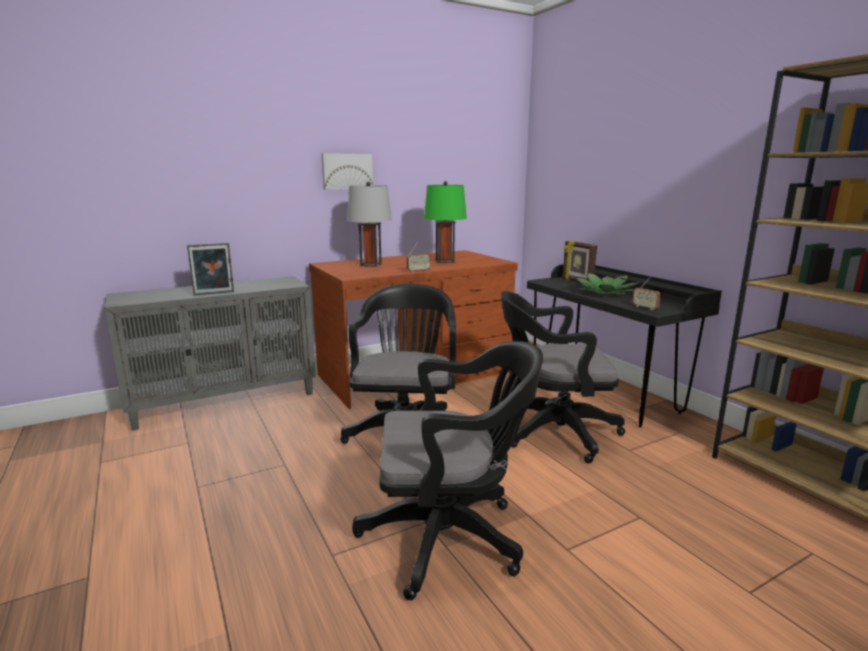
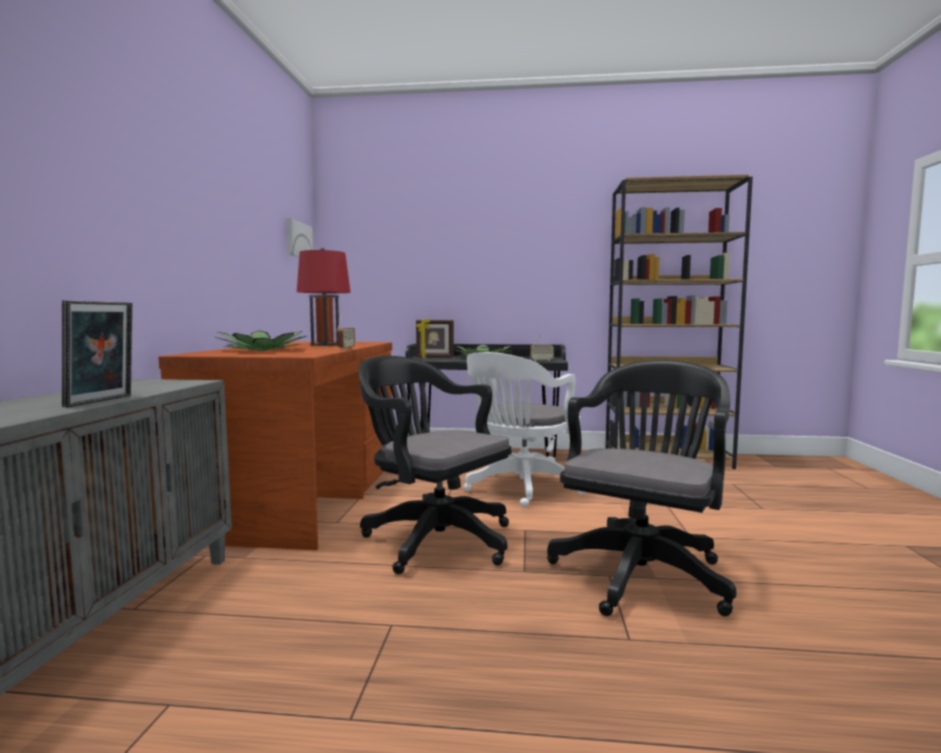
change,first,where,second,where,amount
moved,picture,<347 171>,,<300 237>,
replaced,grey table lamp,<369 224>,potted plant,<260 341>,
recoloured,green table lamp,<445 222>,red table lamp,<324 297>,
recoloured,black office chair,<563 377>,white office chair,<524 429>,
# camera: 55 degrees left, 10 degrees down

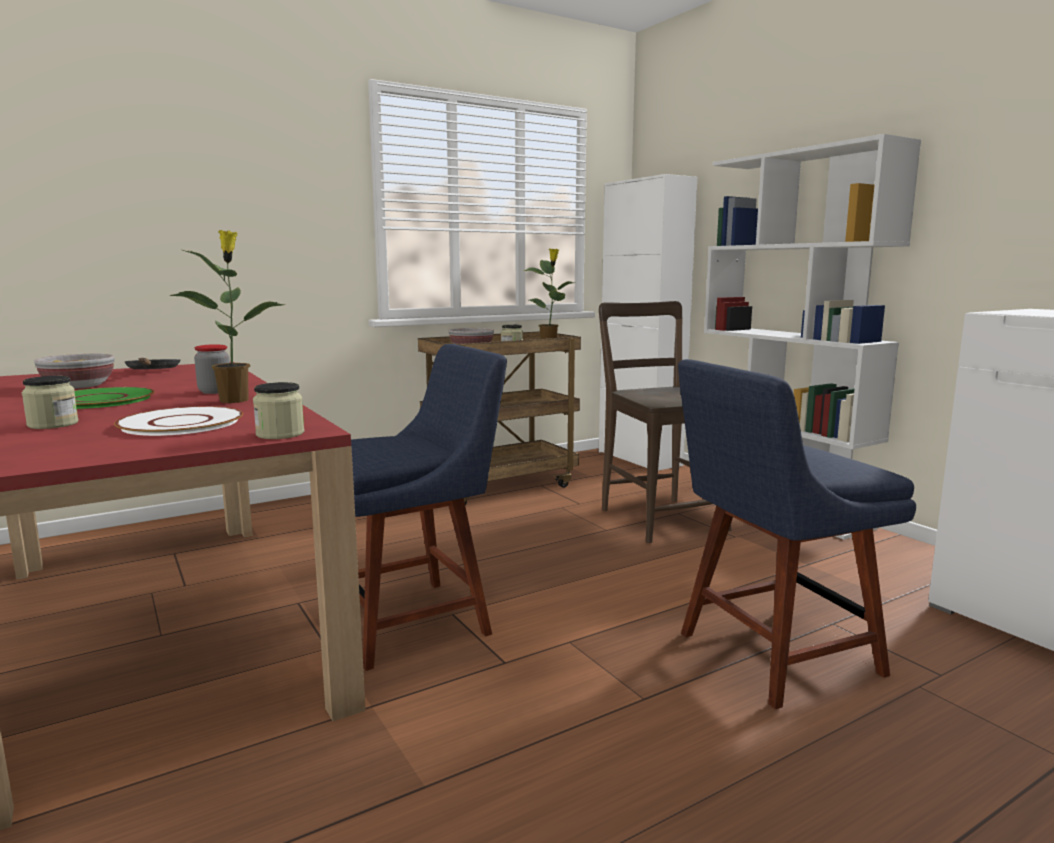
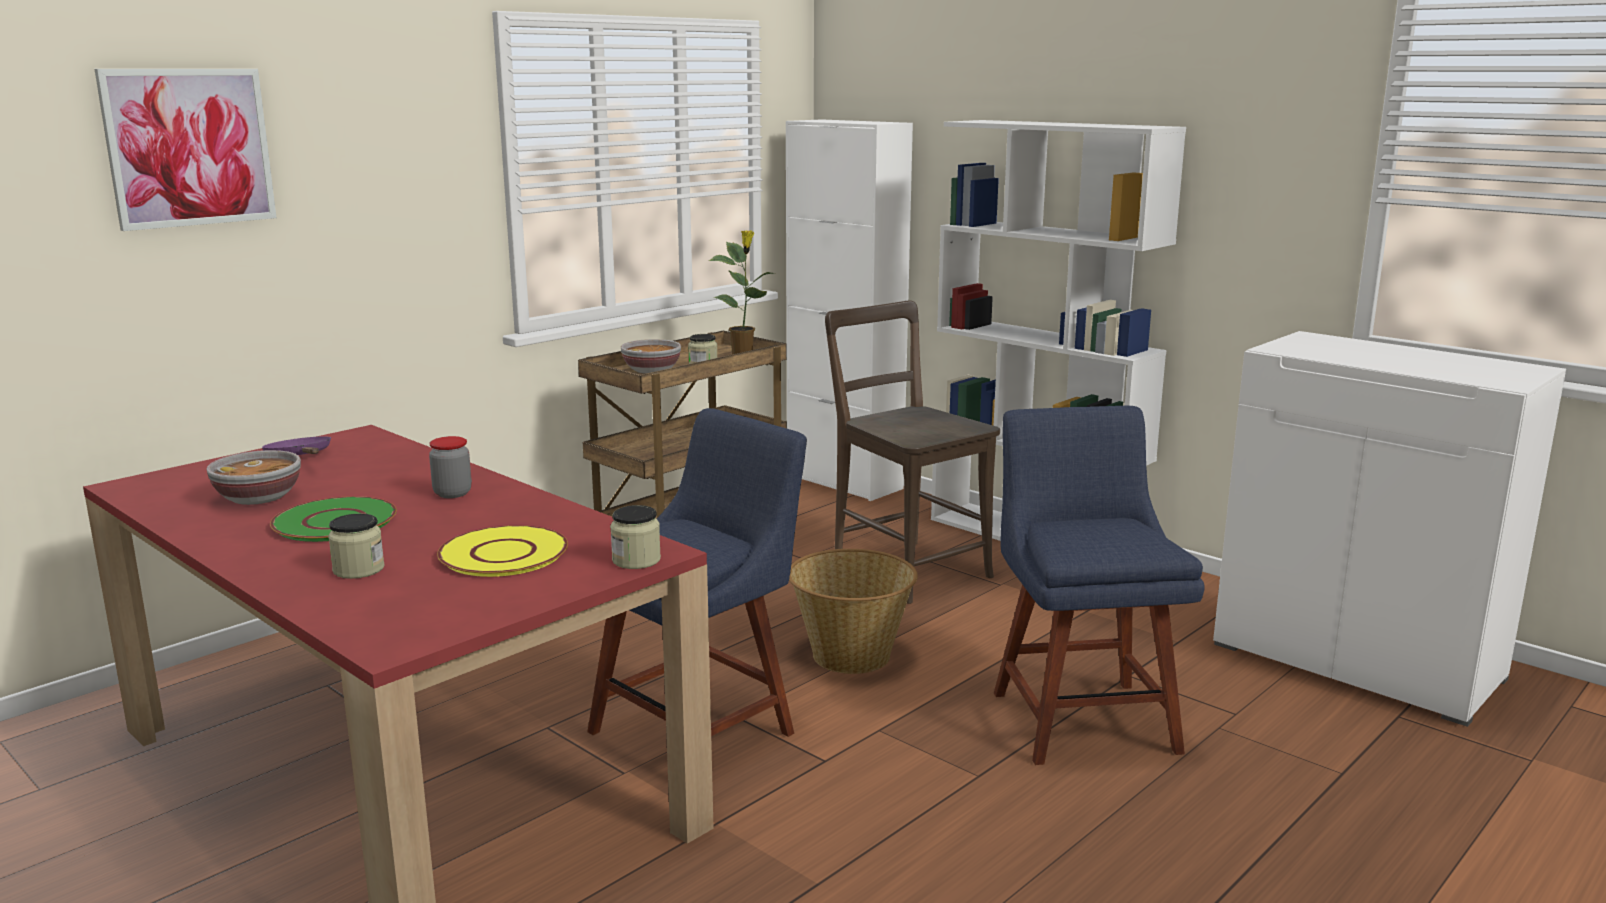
change,first,where,second,where,amount
removed,potted plant,<228 316>,,,
recoloured,black frying pan,<152 363>,purple frying pan,<296 445>,
turned,blue chair,<797 534>,,<1099 585>,120 degrees clockwise
recoloured,white plate,<178 421>,yellow plate,<502 551>,
added,,,picture,<186 150>,
added,,,basket,<853 611>,
# camera: 15 degrees left, 5 degrees up

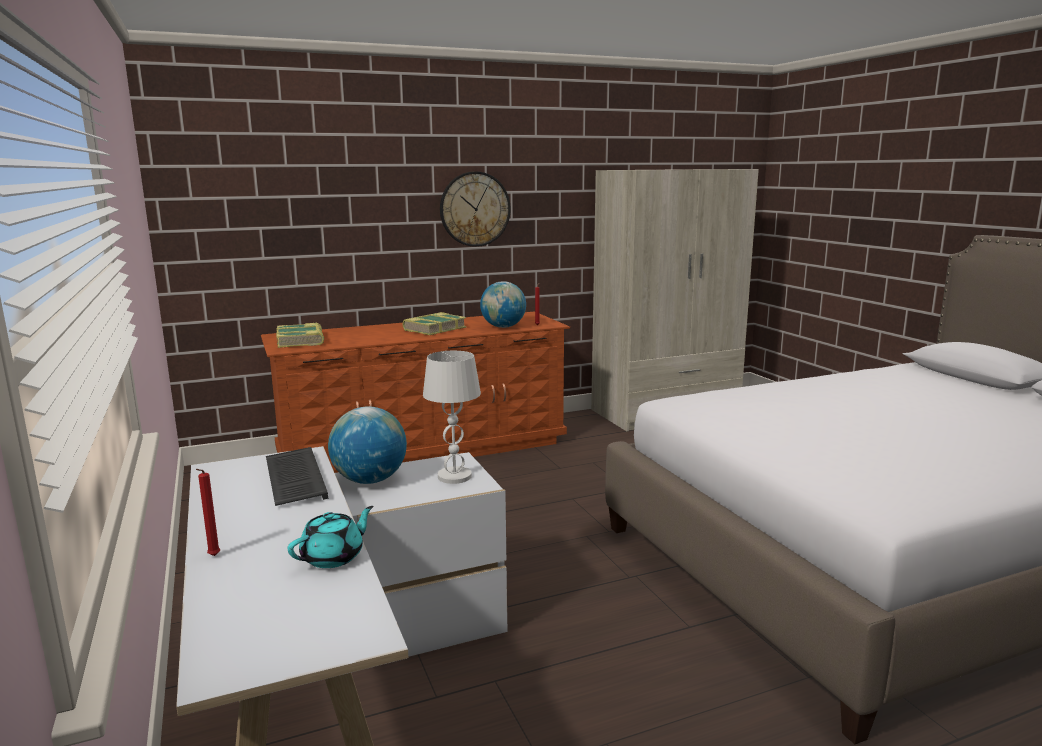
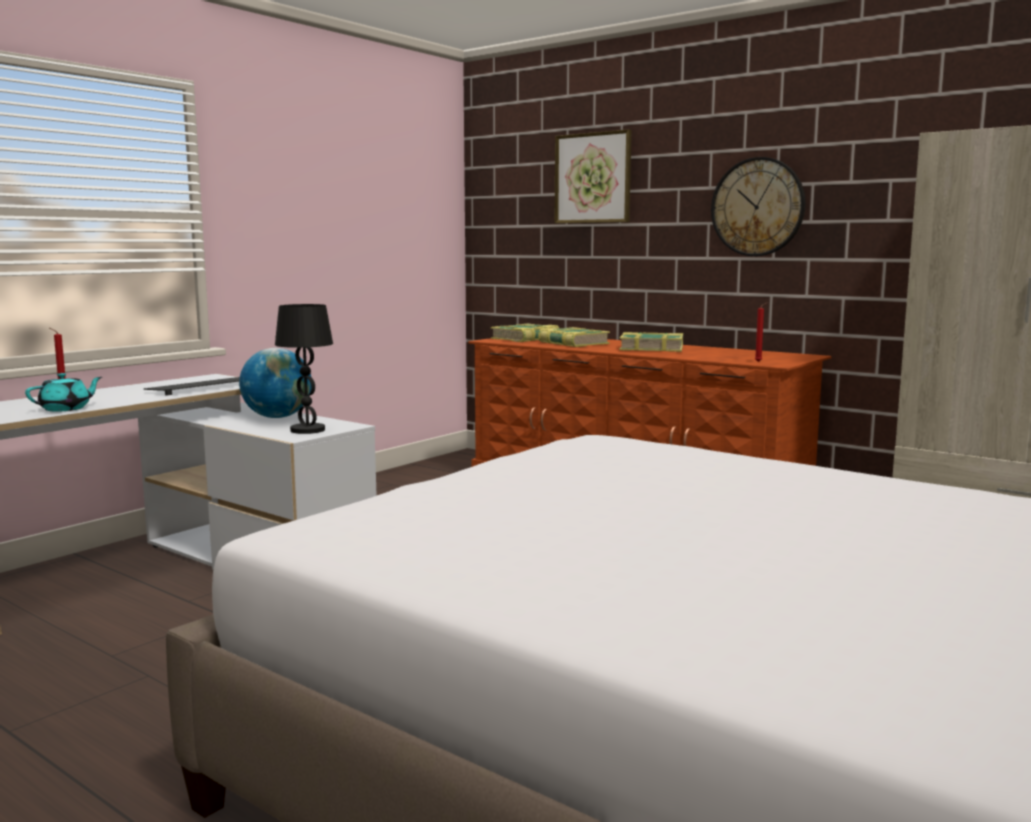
change,first,where,second,where,amount
removed,globe,<503 304>,,,
recoloured,white table lamp,<452 417>,black table lamp,<304 369>,
turned,turquoise teapot,<330 537>,,<63 392>,60 degrees counterclockwise
added,,,picture,<593 176>,
added,,,book,<574 337>,
# camera: 60 degrees right, 5 degrees down

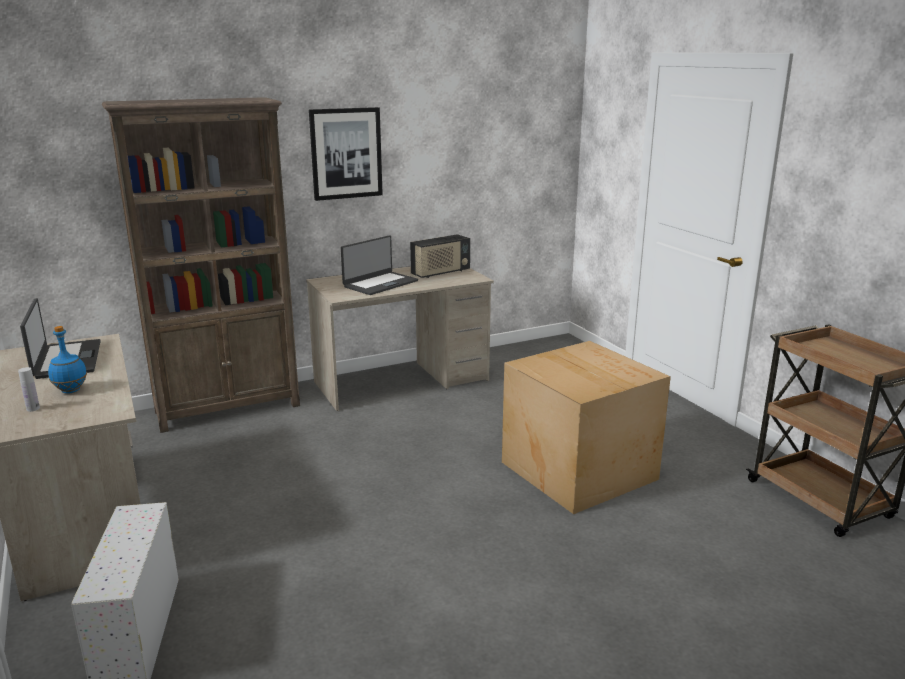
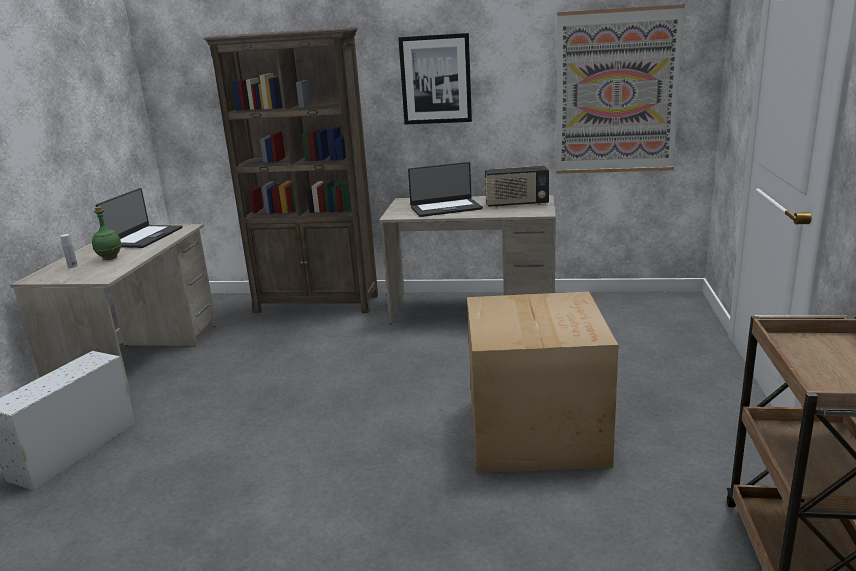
change,first,where,second,where,amount
recoloured,blue bottle,<67 360>,green bottle,<107 233>,
added,,,picture,<620 89>,
# camera: 35 degrees right, 0 degrees up

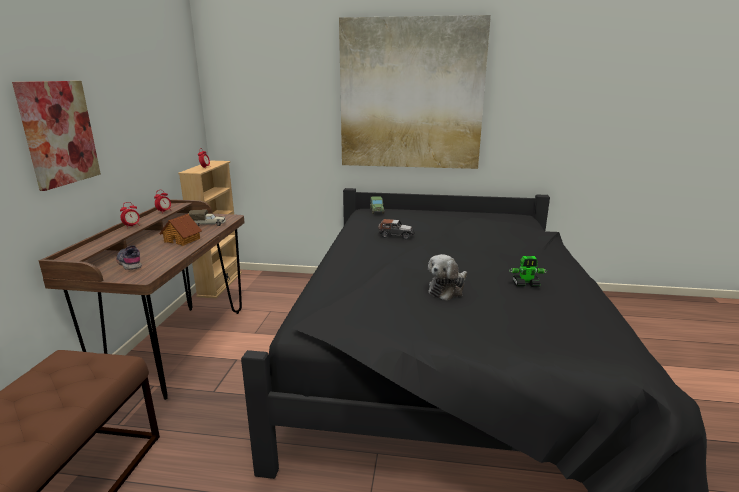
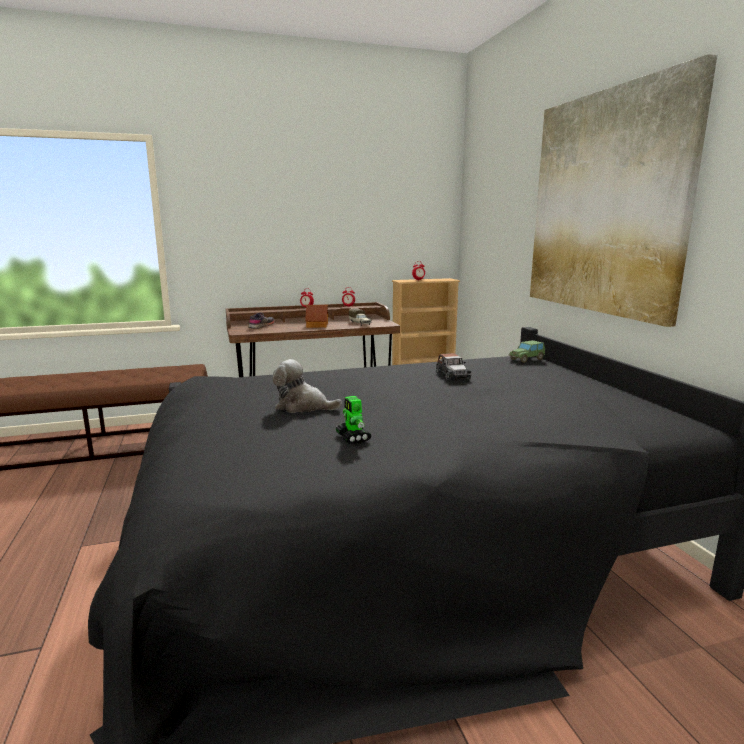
change,first,where,second,where,amount
removed,picture,<56 136>,,,
# camera: 65 degrees right, 5 degrees down

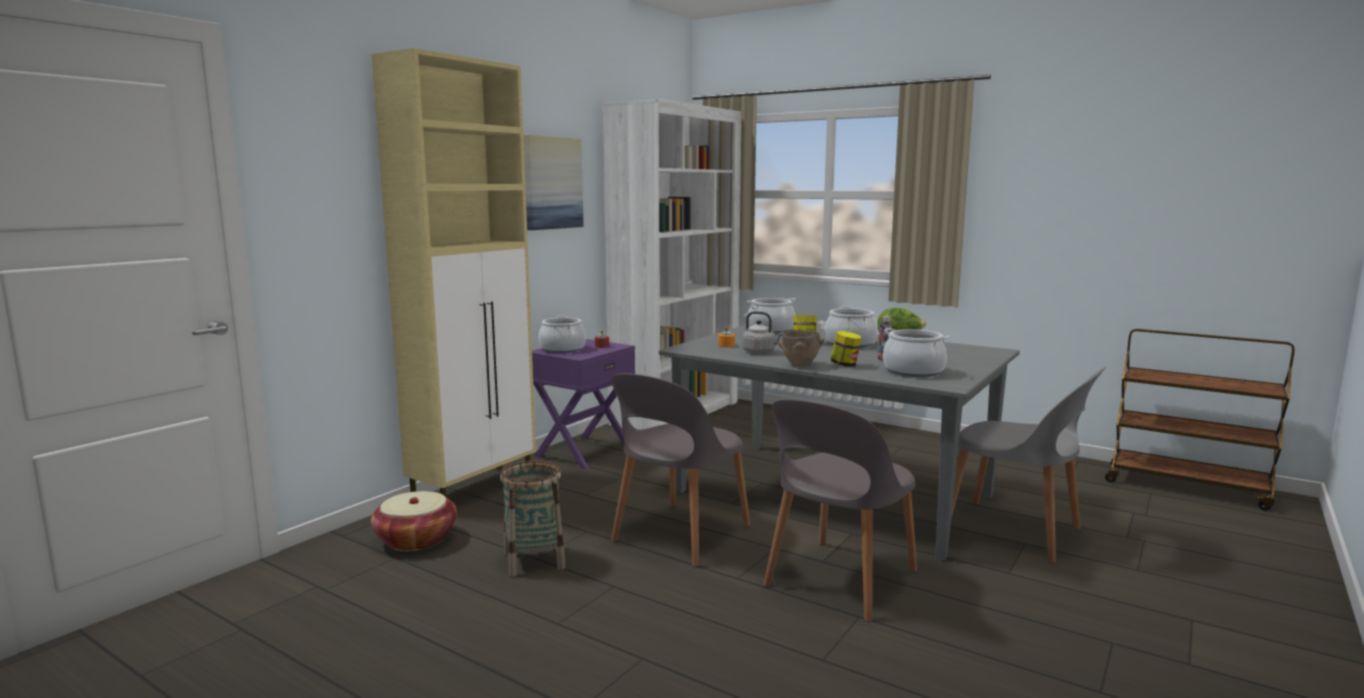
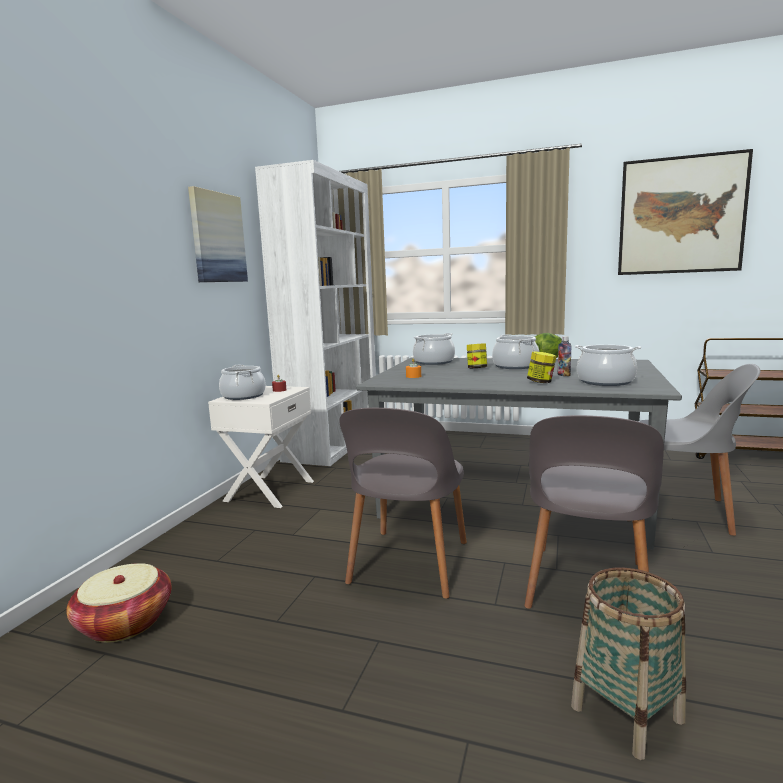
change,first,where,second,where,amount
removed,beige cabinet,<454 272>,,,
removed,grey kettle,<763 332>,,,
removed,brown bowl,<801 348>,,,
recoloured,purple nightstand,<583 404>,white nightstand,<261 447>,
moved,basket,<532 519>,,<628 664>,
added,,,picture,<685 212>,
# camera: 15 degrees left, 0 degrees up

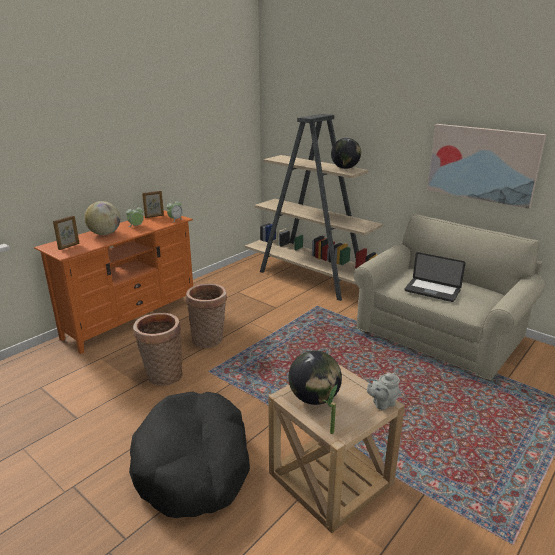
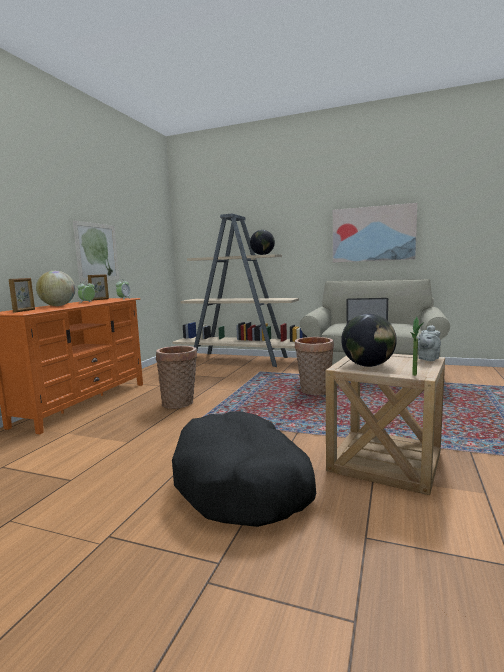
change,first,where,second,where,amount
moved,basket,<158 349>,,<314 366>,
added,,,picture,<96 251>,
# camera: 20 degrees left, 15 degrees down

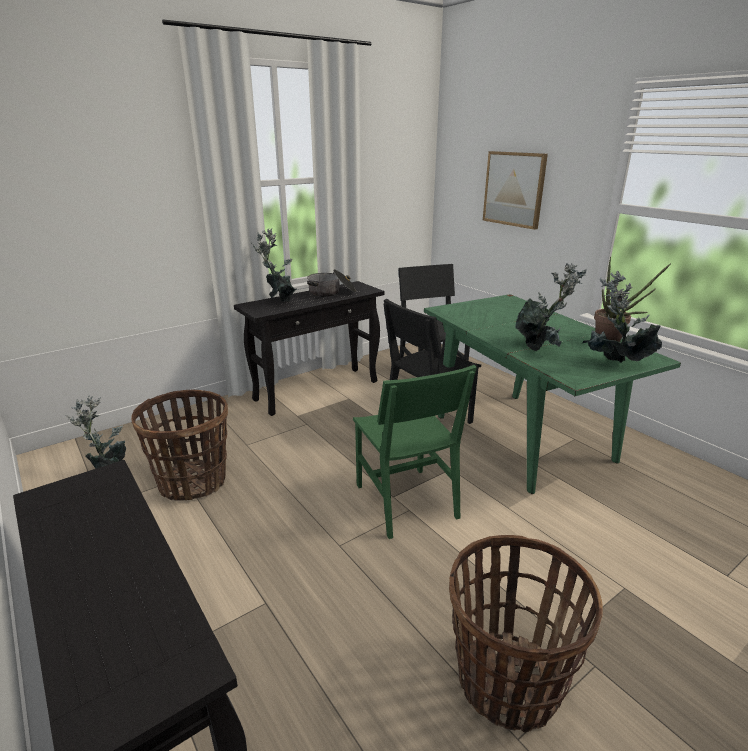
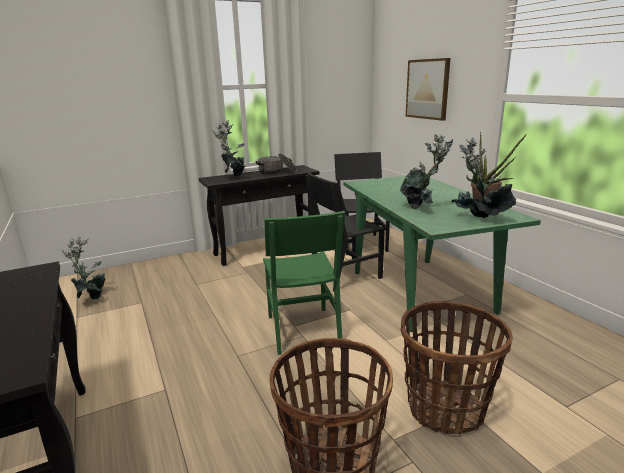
change,first,where,second,where,amount
moved,basket,<179 445>,,<457 367>,
# camera: 10 degrees right, 5 degrees down

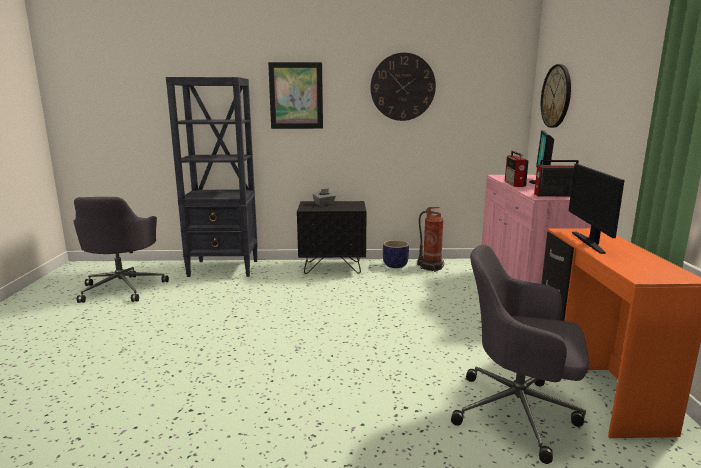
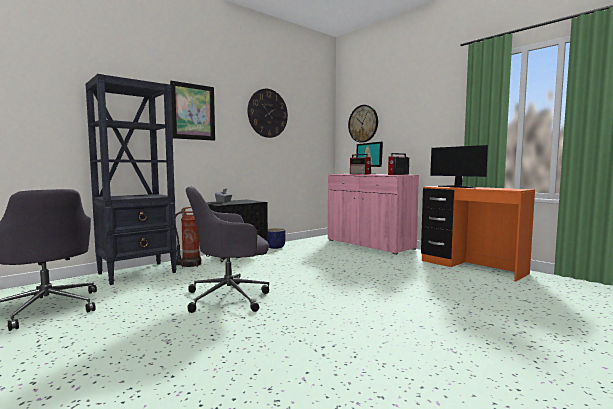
change,first,where,second,where,amount
moved,fire extinguisher,<430 239>,,<188 237>,
moved,grey office chair,<520 354>,,<227 250>,
# camera: 40 degrees left, 10 degrees down

